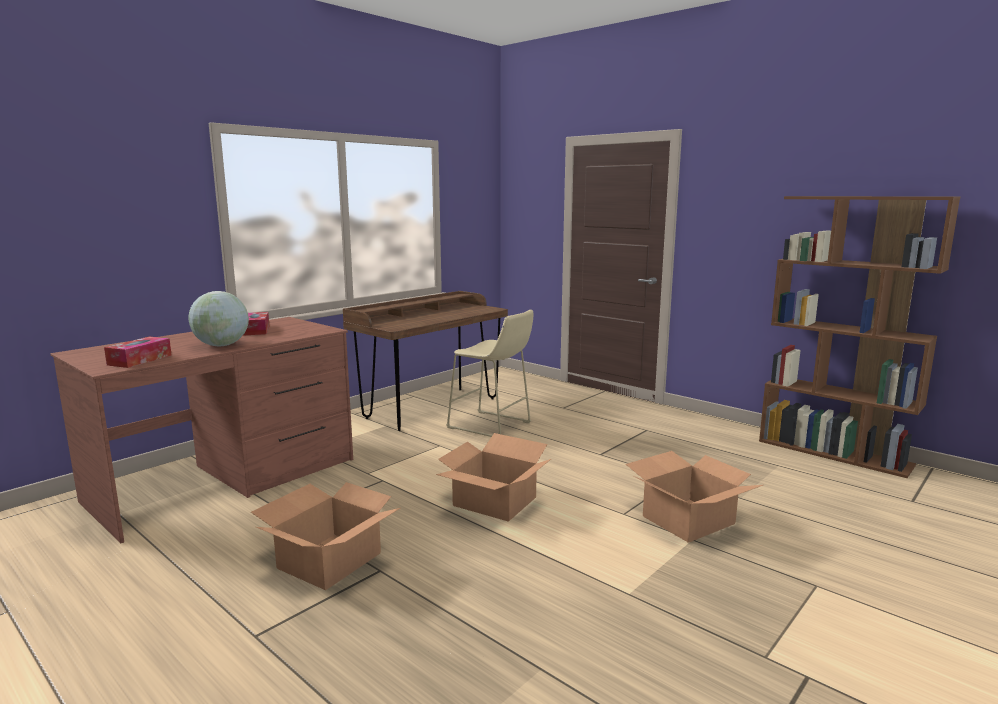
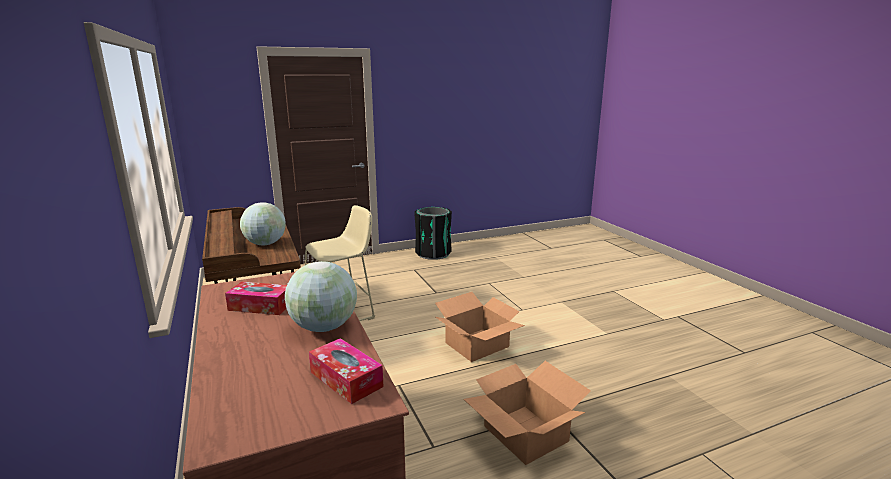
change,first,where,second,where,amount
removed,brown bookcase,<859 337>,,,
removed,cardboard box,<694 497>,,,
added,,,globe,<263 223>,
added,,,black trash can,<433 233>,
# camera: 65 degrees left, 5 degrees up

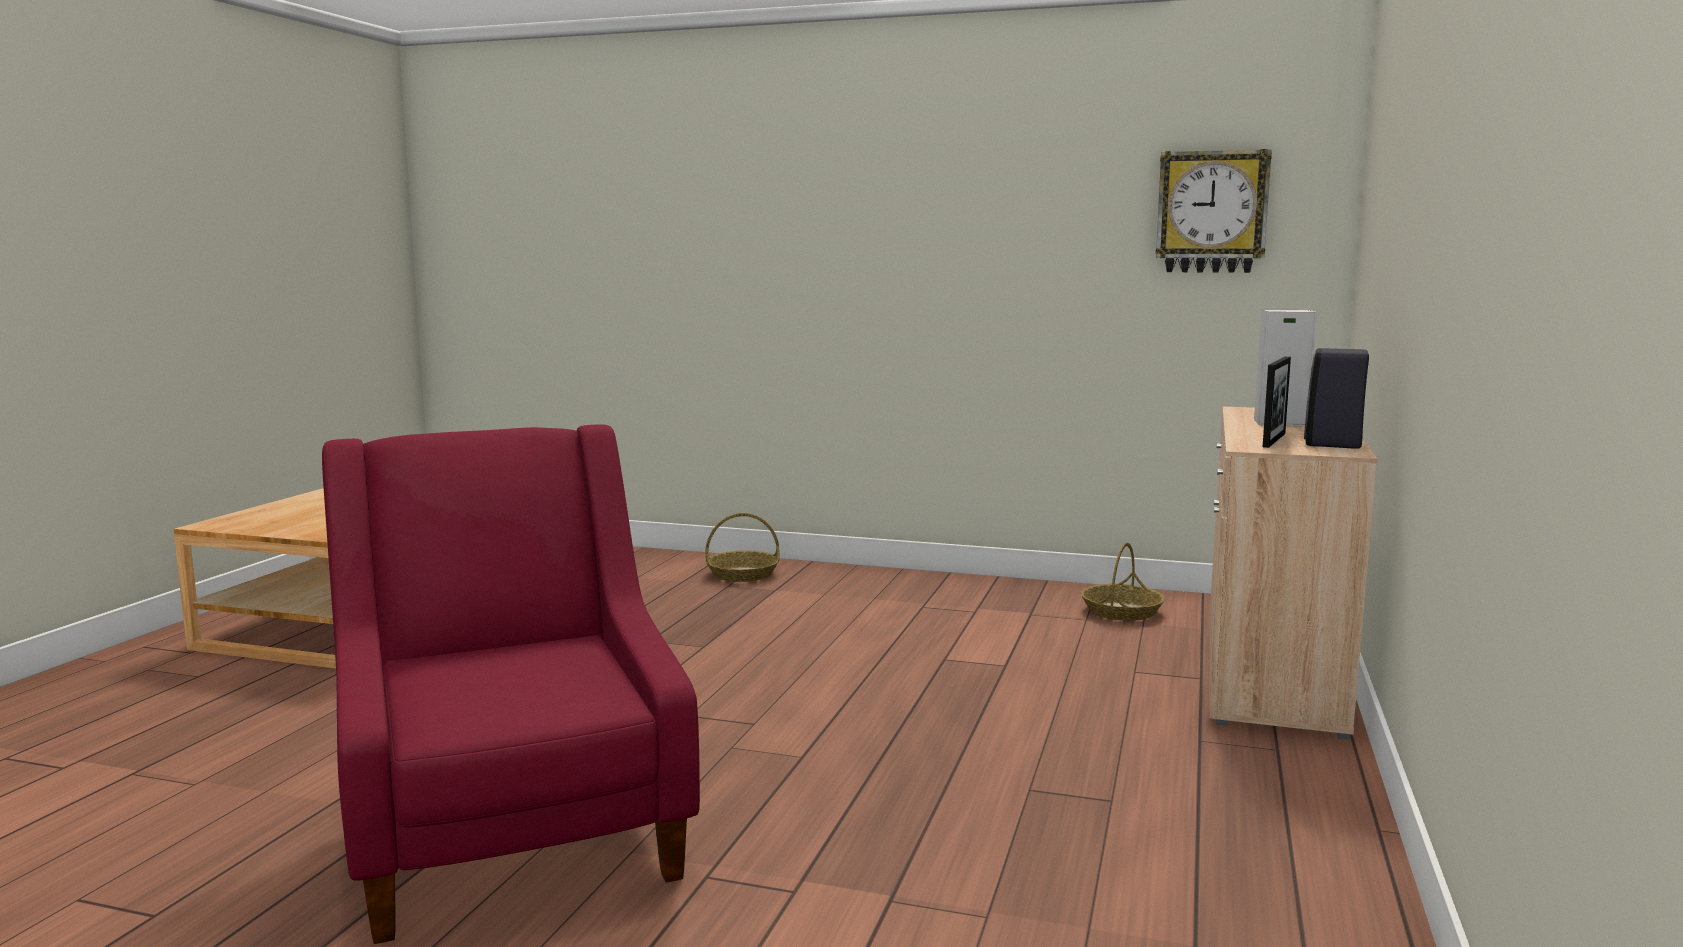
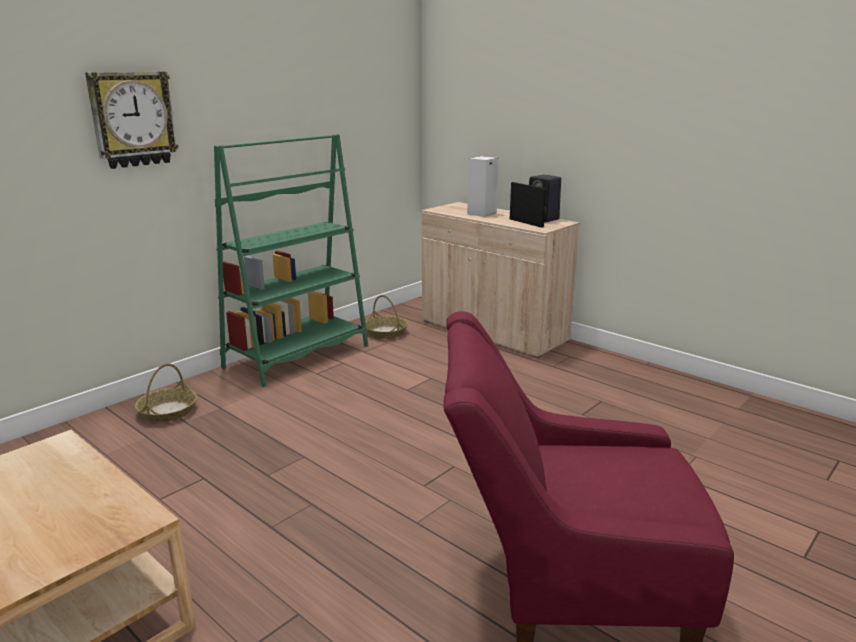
change,first,where,second,where,amount
moved,wall clock,<1214 211>,,<132 120>,
added,,,green bookcase,<291 260>,
# camera: 65 degrees left, 10 degrees up

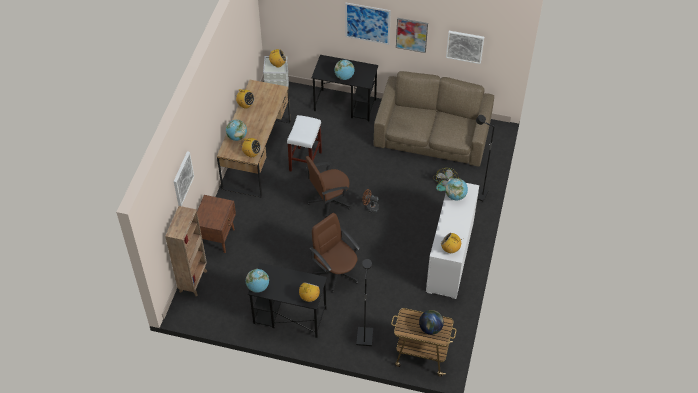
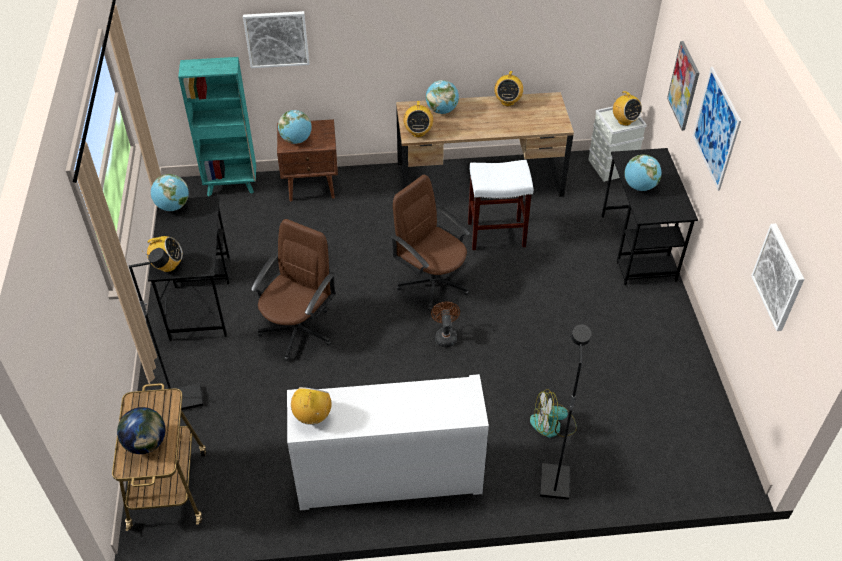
change,first,where,second,where,amount
moved,picture,<412 35>,,<683 86>,
removed,brown sofa,<434 119>,,,
moved,globe,<456 189>,,<295 127>,
recoloured,brown bookcase,<186 251>,turquoise bookcase,<217 126>,
# camera: 70 degrees right, 5 degrees down

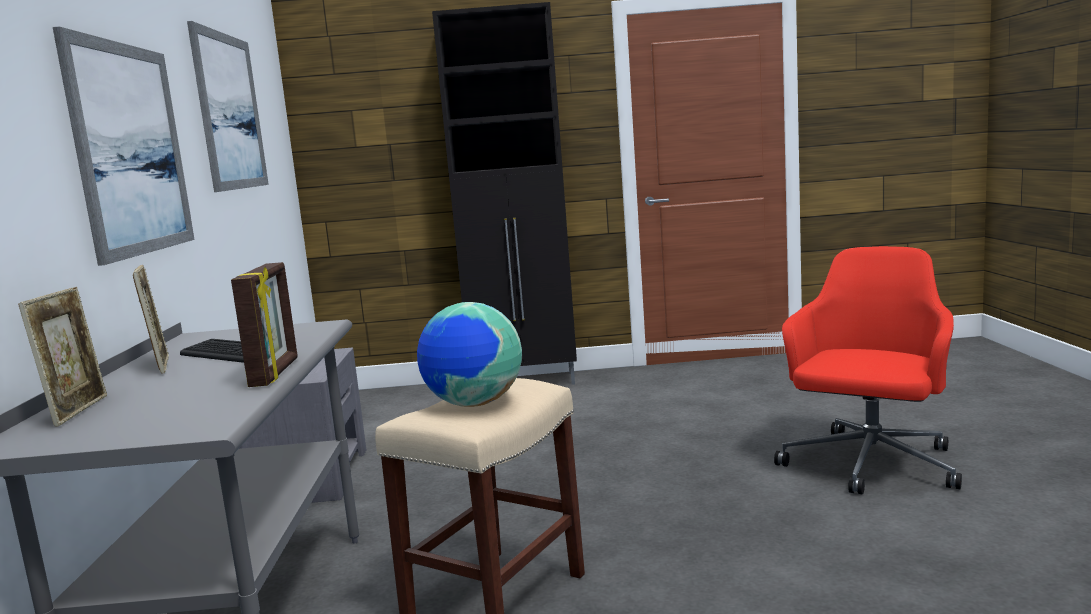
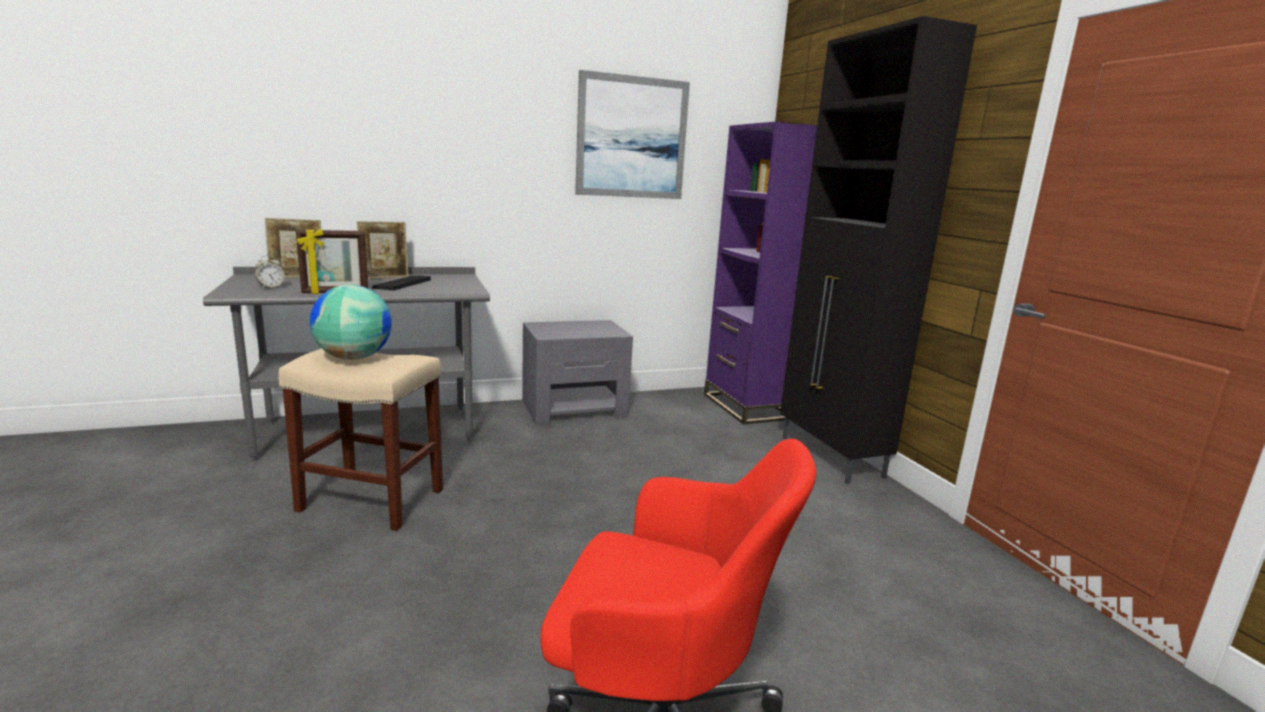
change,first,where,second,where,amount
removed,picture,<124 146>,,,
added,,,purple bookcase,<760 273>,
added,,,alarm clock,<270 272>,
# camera: 70 degrees right, 5 degrees up

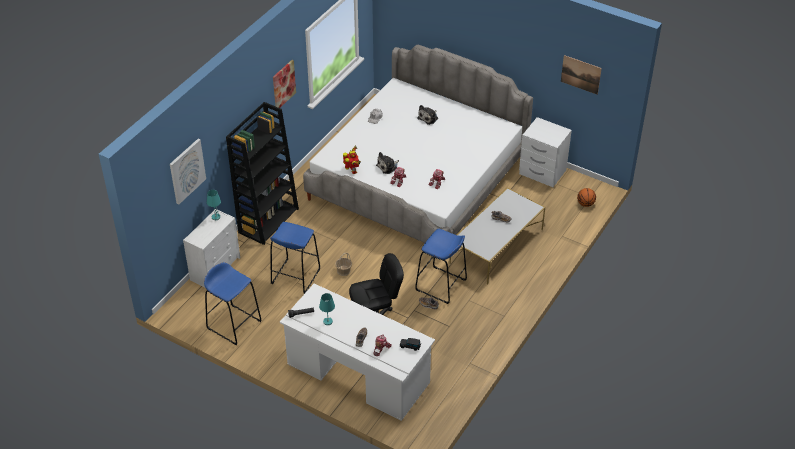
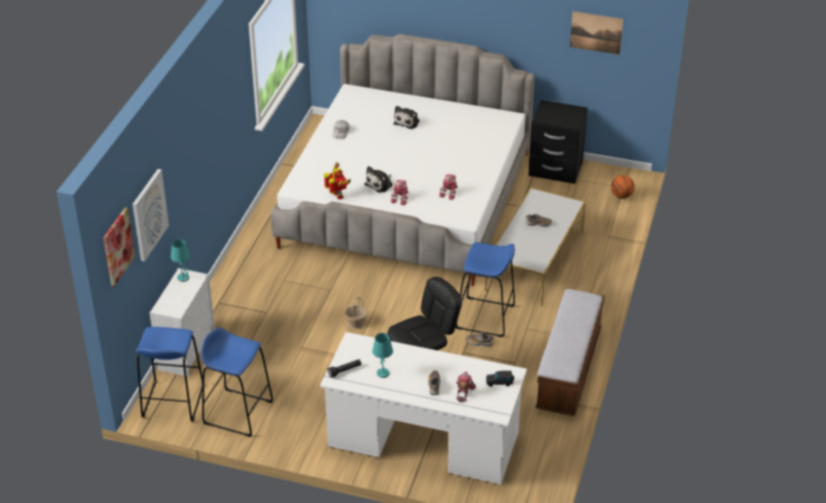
change,first,where,second,where,amount
moved,picture,<284 84>,,<119 247>,
removed,black bookcase,<262 173>,,,
recoloured,white nightstand,<545 152>,black nightstand,<558 142>,
moved,blue stool,<295 258>,,<169 374>,
added,,,bench,<570 352>,
# camera: 15 degrees left, 5 degrees down

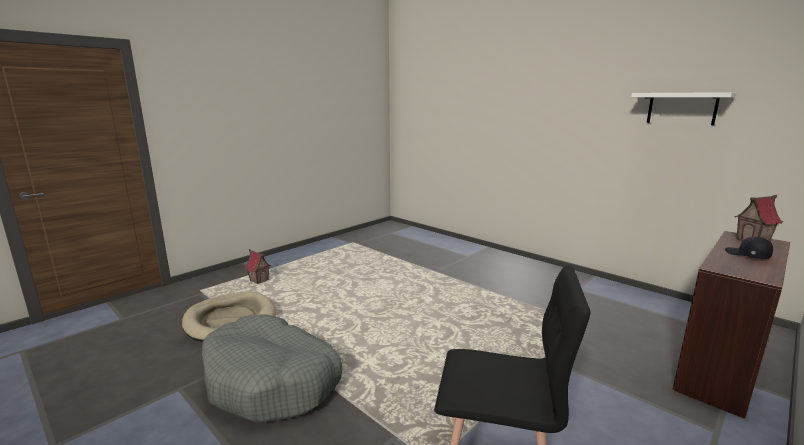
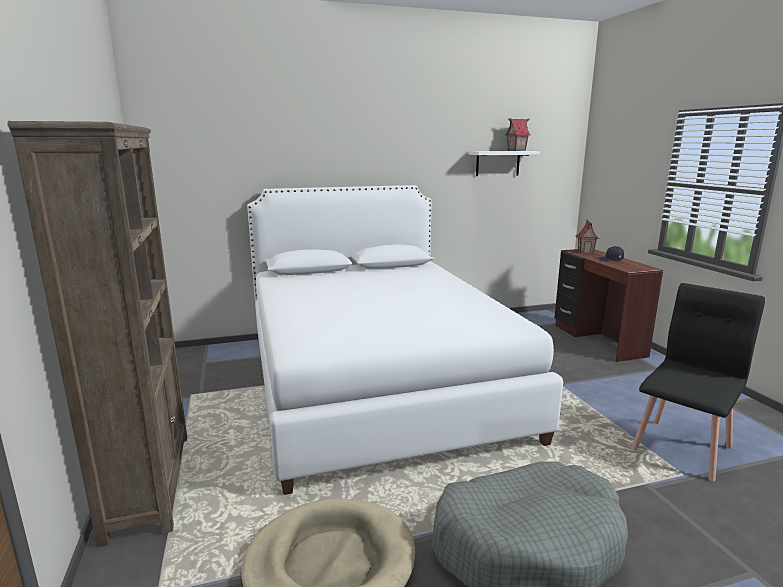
change,first,where,second,where,amount
moved,toy house,<257 266>,,<518 134>,
added,,,brown bookcase,<97 334>,
added,,,white bed,<405 340>,
# camera: 60 degrees left, 0 degrees up

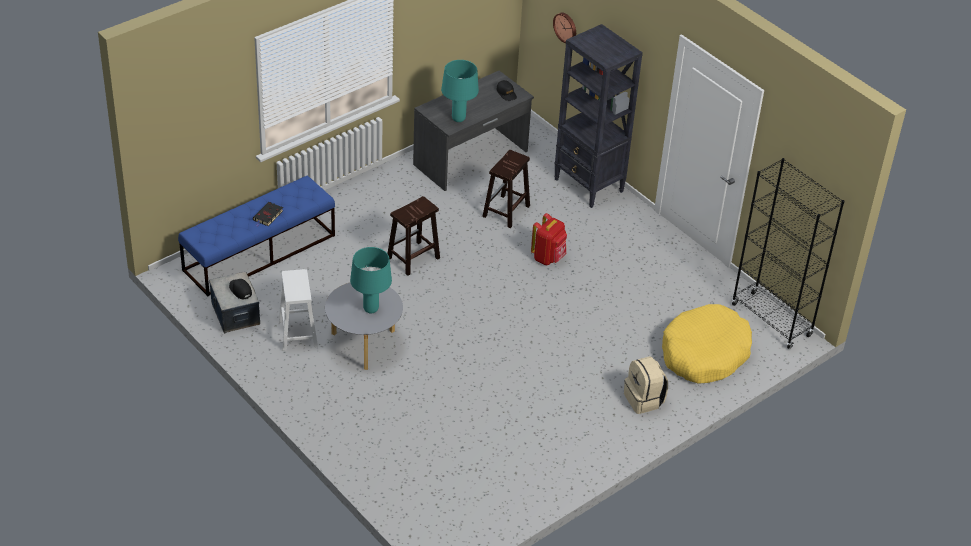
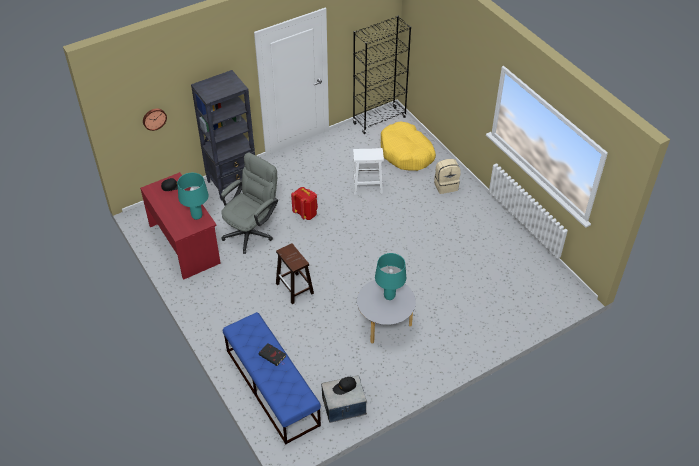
change,first,where,second,where,amount
recoloured,grey desk,<473 131>,red desk,<180 226>,
replaced,brown stool,<506 189>,grey office chair,<249 203>,
moved,white stool,<298 310>,,<368 171>,
# camera: 80 degrees left, 5 degrees up

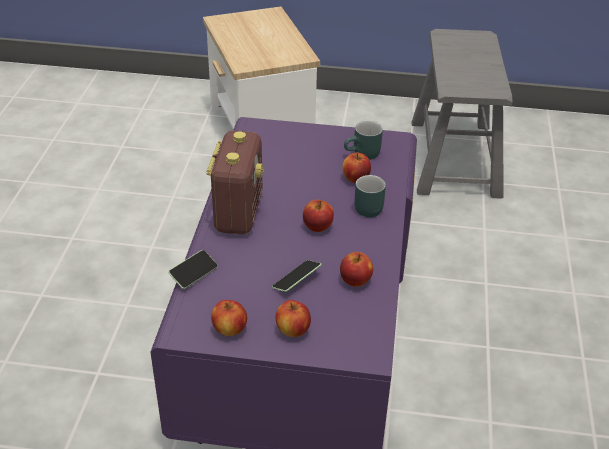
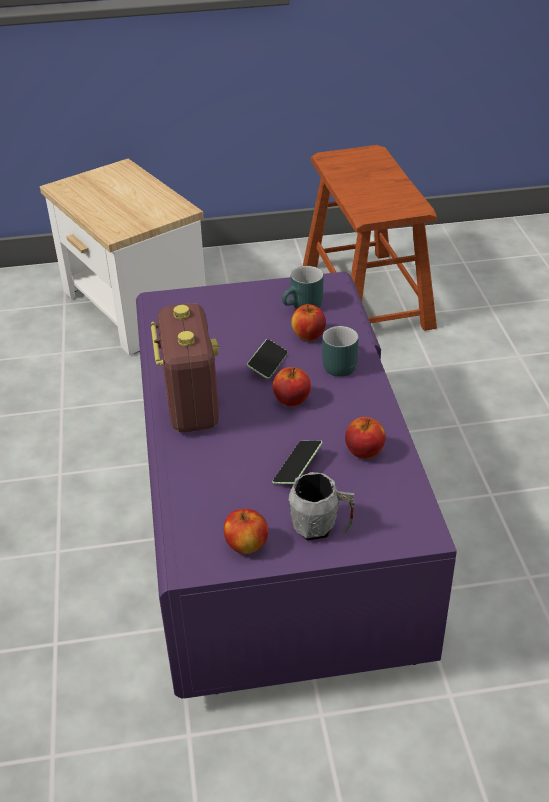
change,first,where,second,where,amount
recoloured,grey stool,<462 114>,brown stool,<370 238>,
moved,phone,<193 269>,,<267 359>,
replaced,apple,<293 318>,grey mug,<321 506>,
# camera: 15 degrees left, 0 degrees up

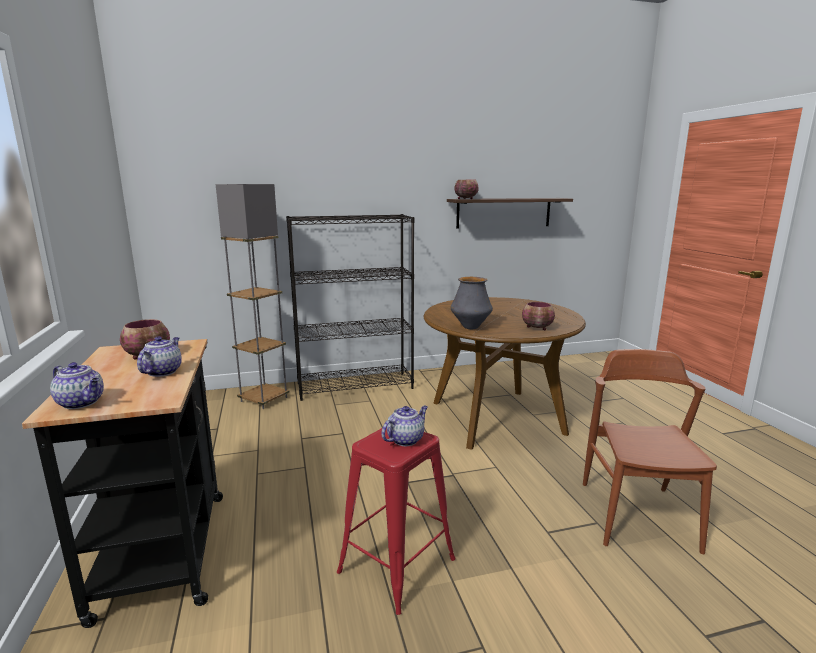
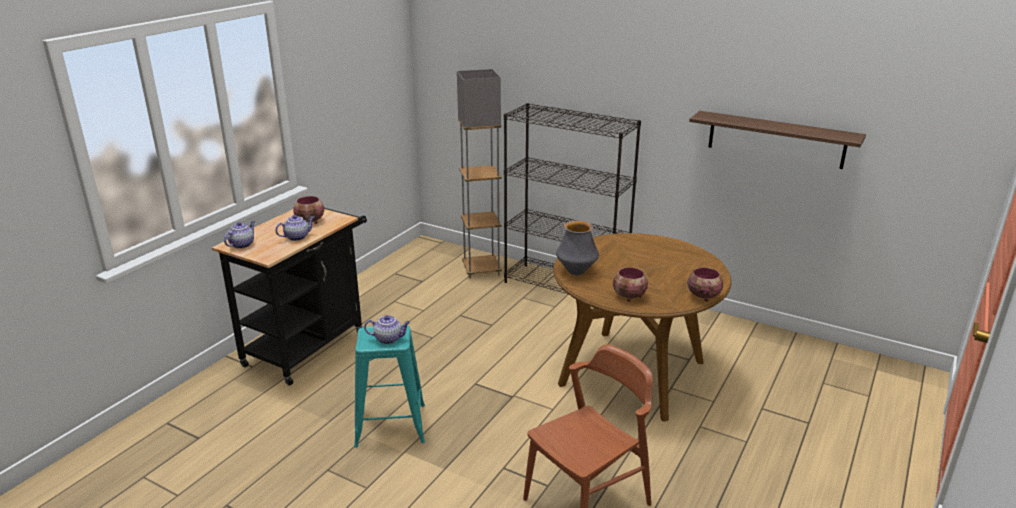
change,first,where,second,where,amount
moved,bowl,<466 189>,,<705 284>,
turned,teapot,<77 385>,,<239 235>,135 degrees counterclockwise
recoloured,red stool,<396 521>,turquoise stool,<389 386>,
# camera: 45 degrees right, 10 degrees up

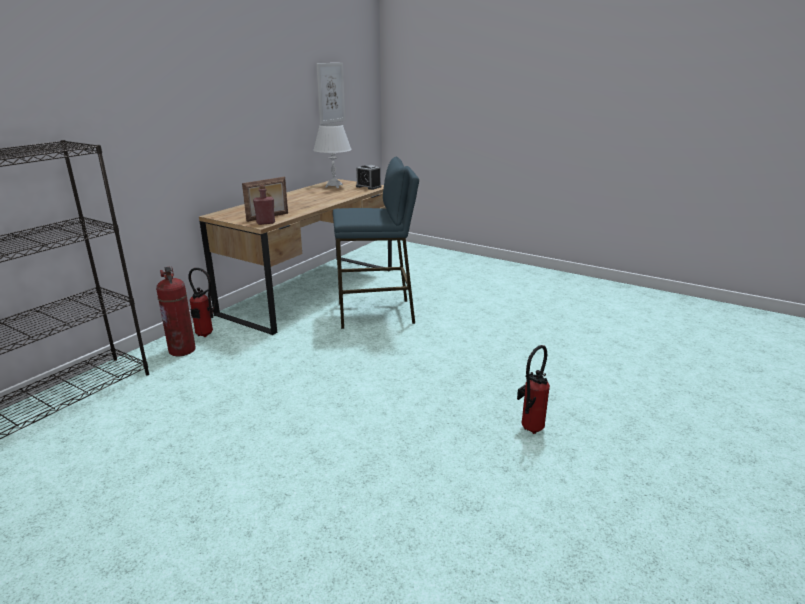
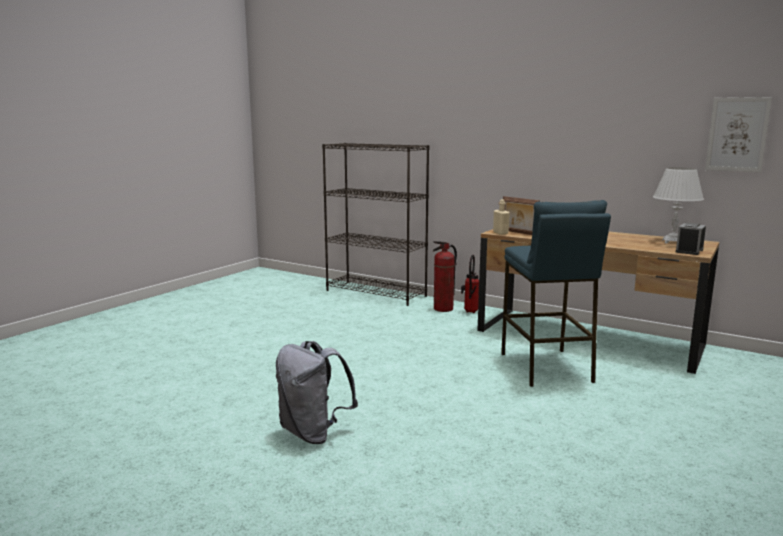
change,first,where,second,where,amount
recoloured,red bottle,<264 205>,beige bottle,<501 217>,
replaced,fire extinguisher,<533 389>,grey backpack,<317 392>,
# camera: 90 degrees right, 10 degrees down

